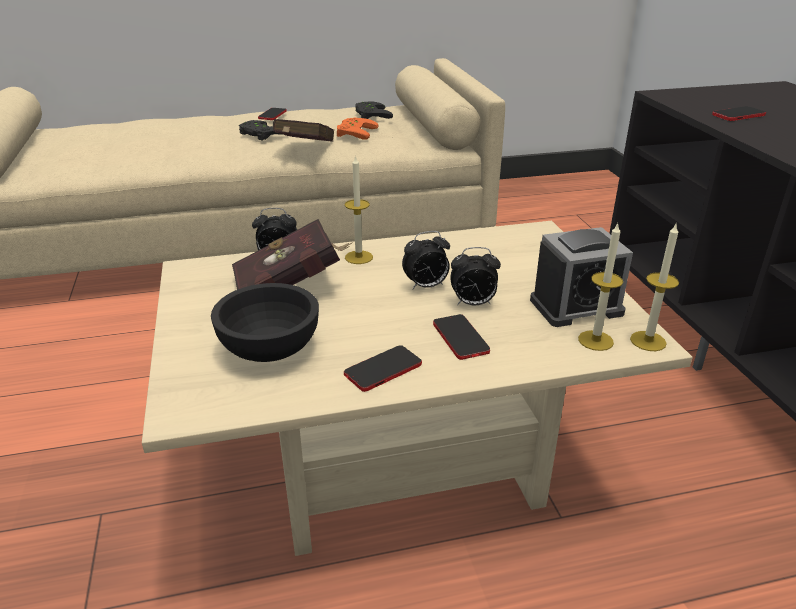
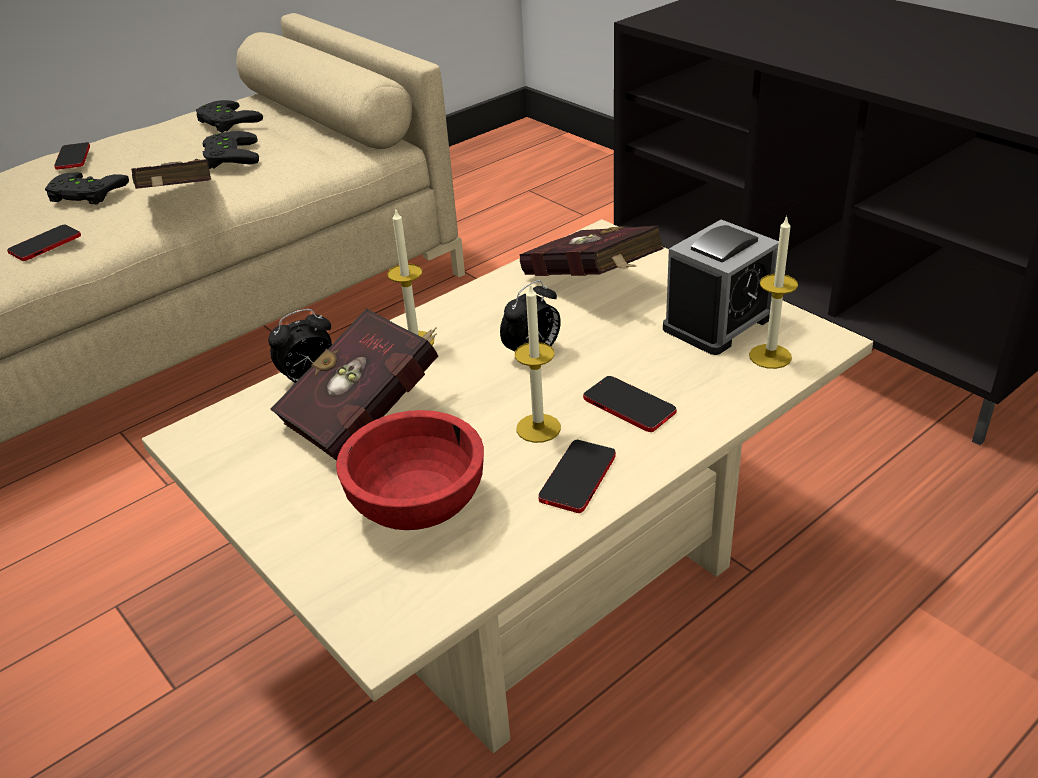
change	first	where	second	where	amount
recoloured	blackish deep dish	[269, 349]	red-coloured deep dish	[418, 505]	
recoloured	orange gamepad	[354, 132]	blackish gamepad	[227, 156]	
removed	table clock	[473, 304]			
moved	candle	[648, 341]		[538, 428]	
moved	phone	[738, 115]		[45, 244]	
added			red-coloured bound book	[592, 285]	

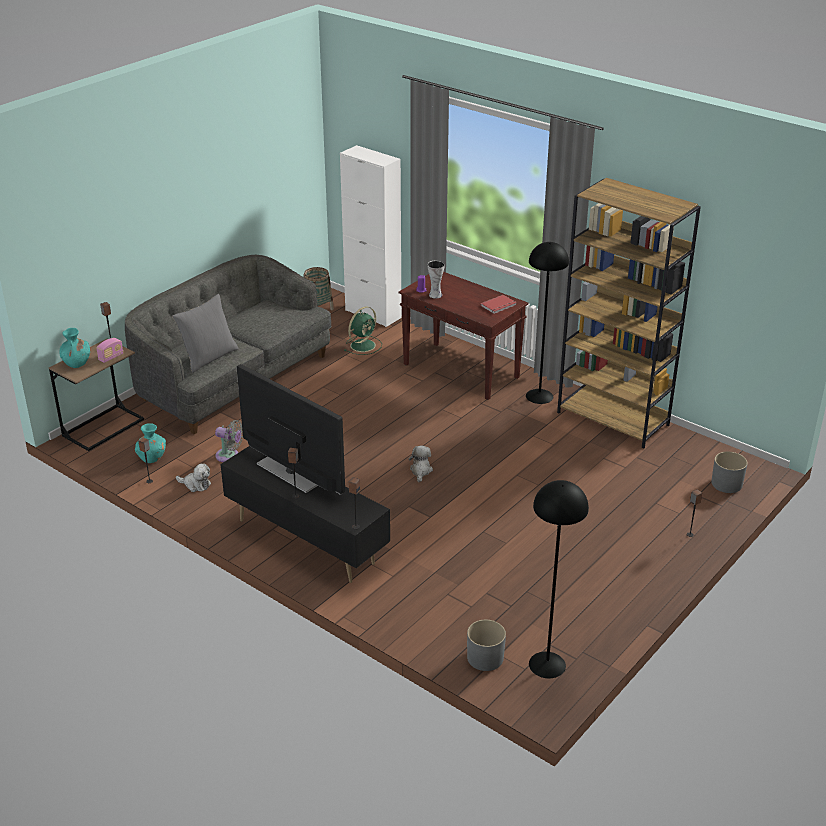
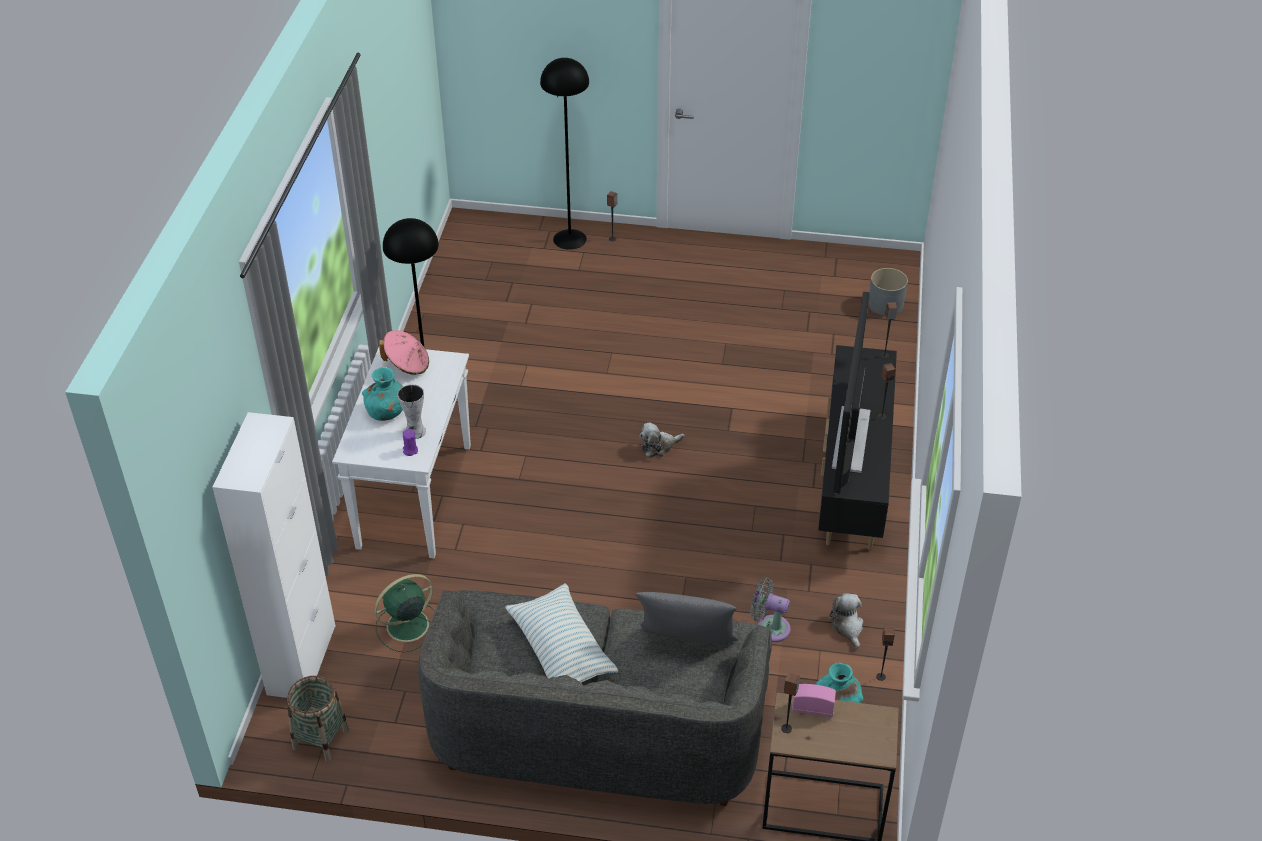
change	first	where	second	where	amount
moved	turquoise vase	[76, 363]		[387, 412]	
turned	gray cooling fan	[229, 456]		[769, 627]	60 degrees counterclockwise
turned	green-coloured cooling fan	[363, 345]		[406, 626]	45 degrees counterclockwise
recoloured	brownish narrow table	[462, 371]	white-coloured narrow table	[414, 495]	
replaced	red-coloured bound book	[499, 306]	pinkish clothing hat	[407, 365]	
moved	blackish standard lamp	[546, 664]		[569, 239]	
removed	brownish bookshelf	[613, 419]			
removed	gray planter	[726, 484]			
added			pillow	[561, 649]	

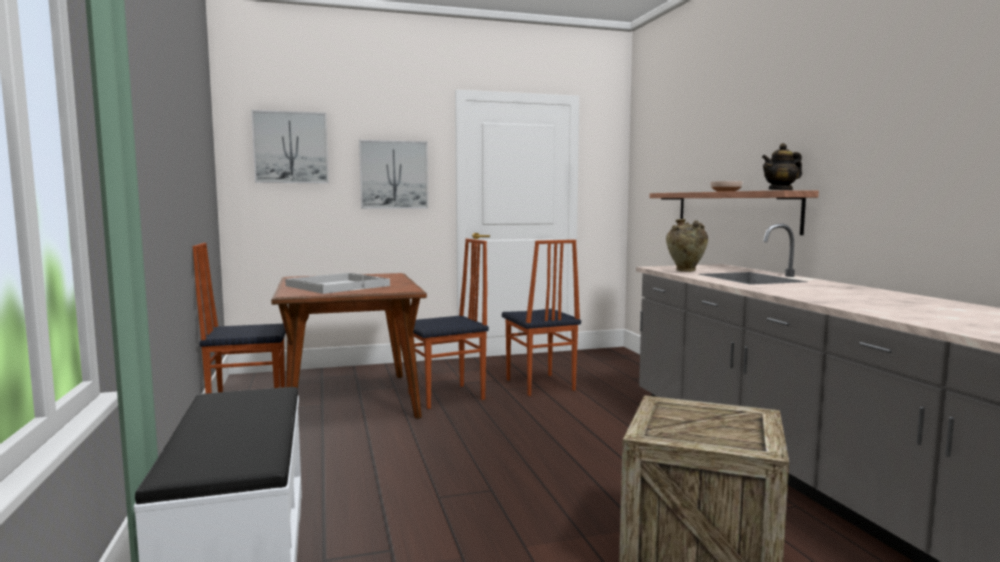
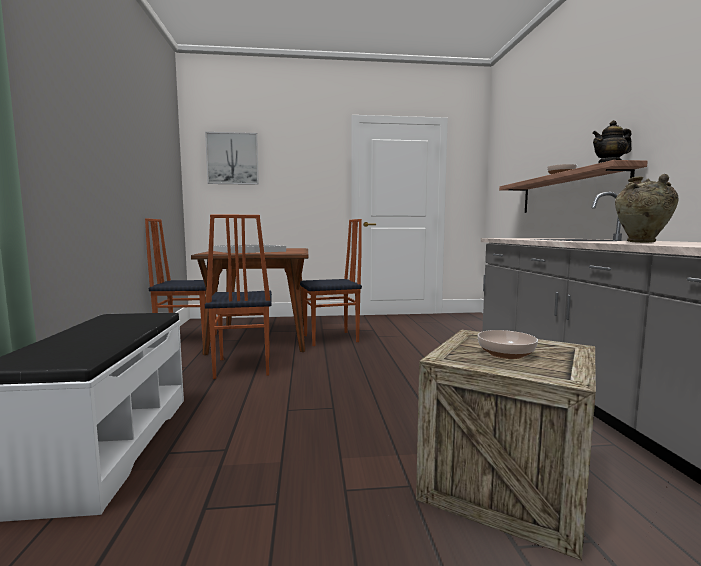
change	first	where	second	where	amount
removed	wall picture	[394, 175]			
moved	upright chair	[539, 385]		[242, 367]	
moved	beige-coloured vase	[685, 271]		[641, 242]	
added			deep dish	[506, 354]	

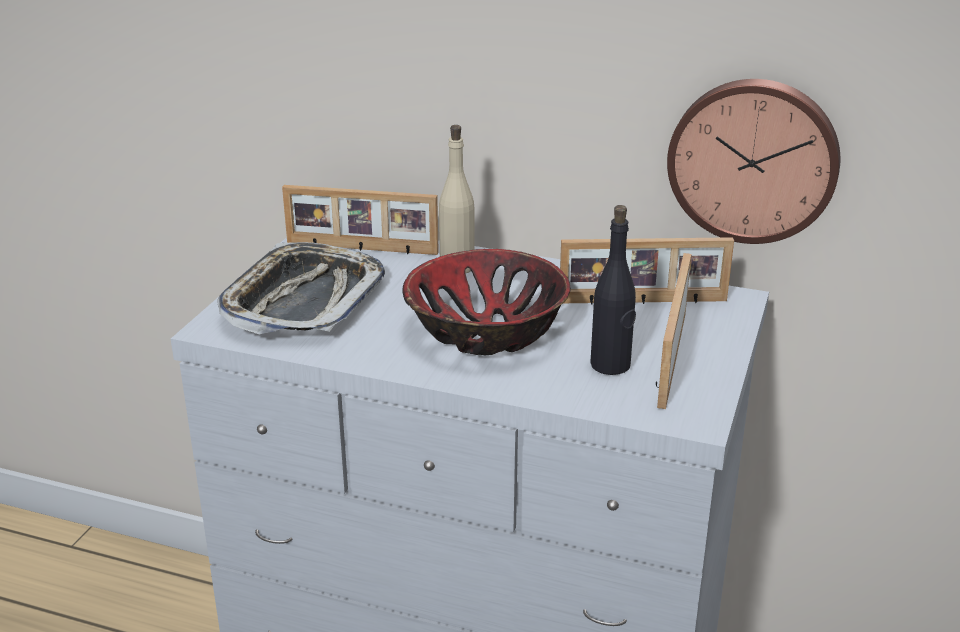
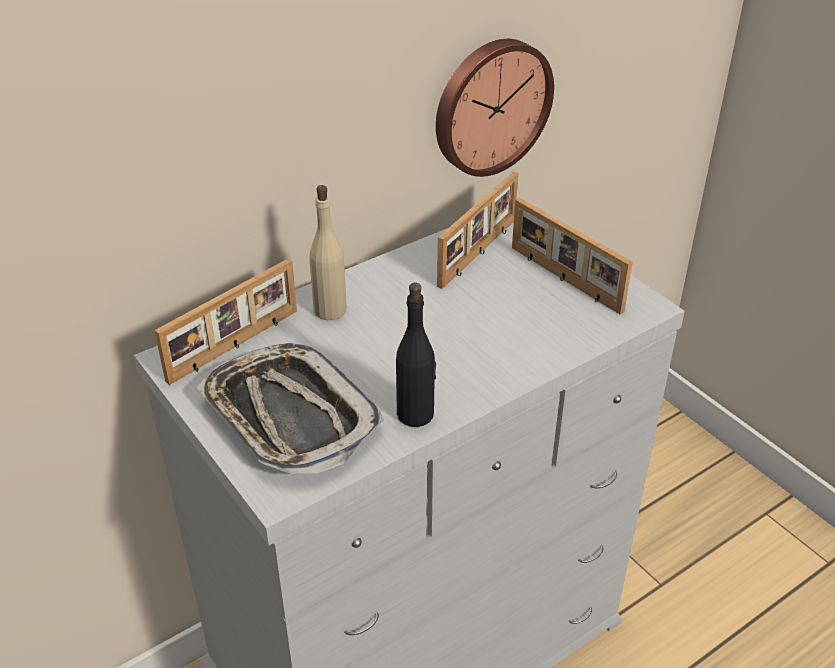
change	first	where	second	where	amount
removed	deep dish	[484, 330]			
moved	blackish bottle	[611, 365]		[416, 414]	

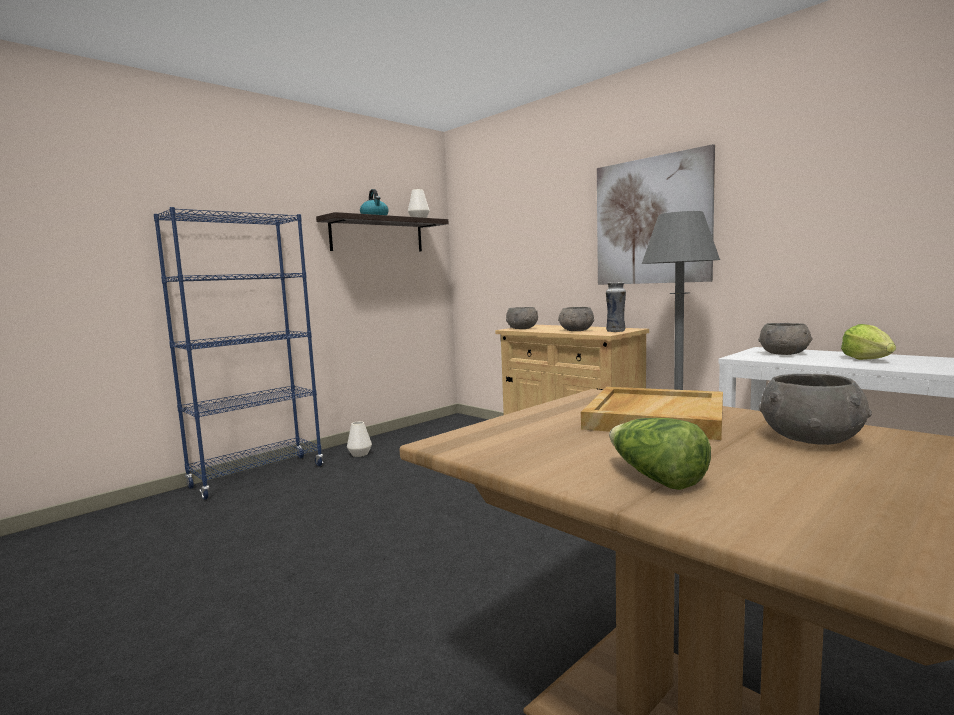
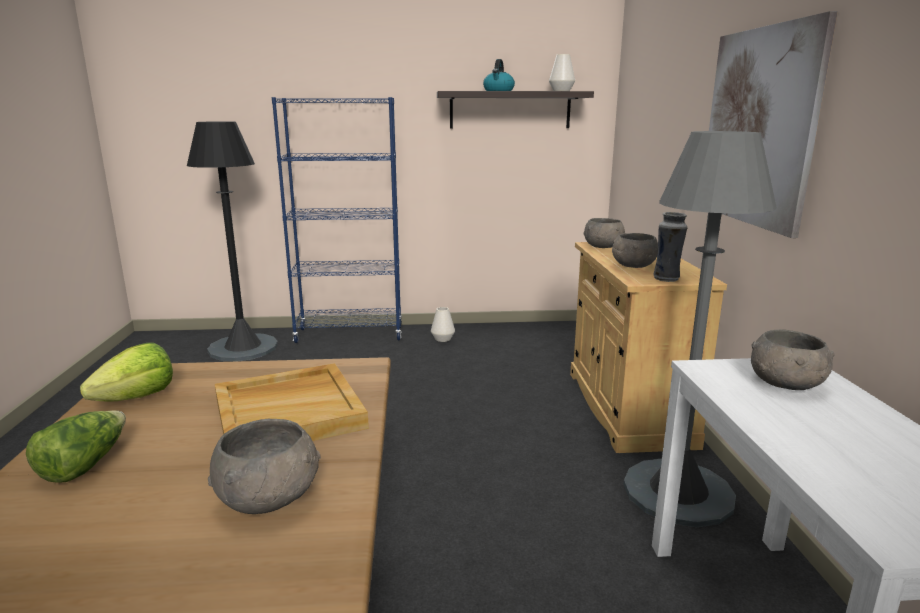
change	first	where	second	where	amount
moved	lettuce	[867, 359]		[137, 397]	
added			blackish standard lamp	[243, 348]	

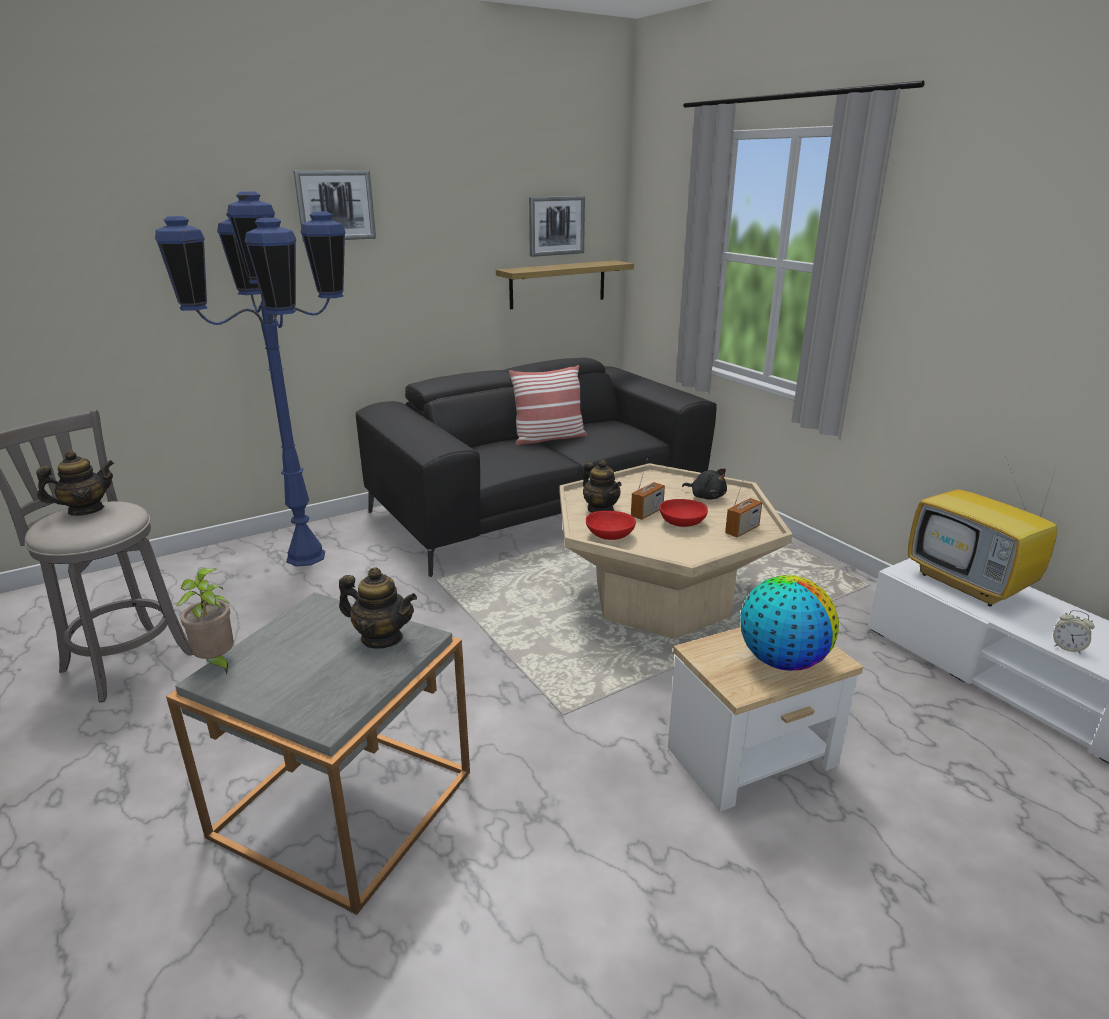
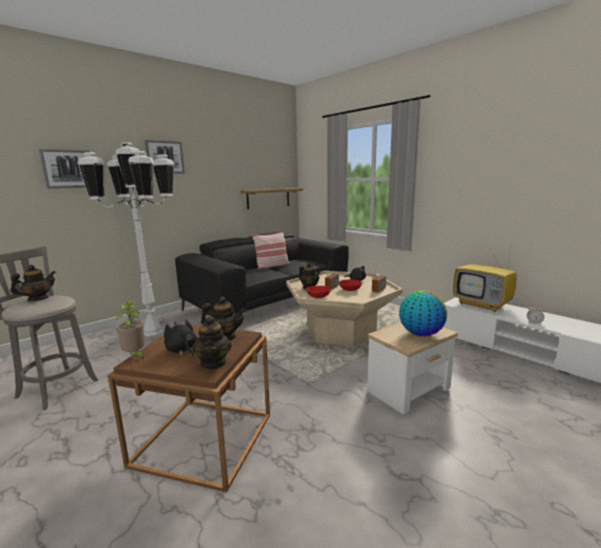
change	first	where	second	where	amount
recoloured	blue-coloured standard lamp	[306, 556]	white-coloured standard lamp	[152, 331]	
recoloured	gray accent table	[344, 803]	brownish accent table	[204, 439]	
moved	wall picture	[556, 226]		[68, 169]	
added			blackish cuddly toy	[182, 350]	
added			teapot	[214, 363]	

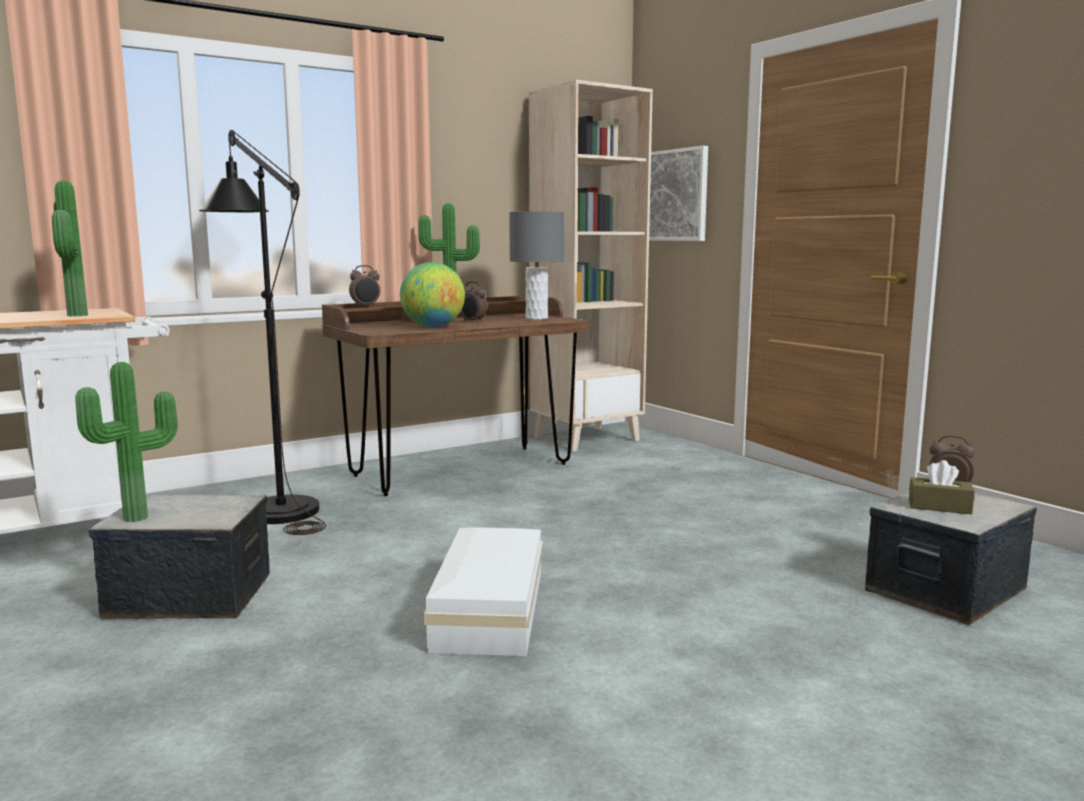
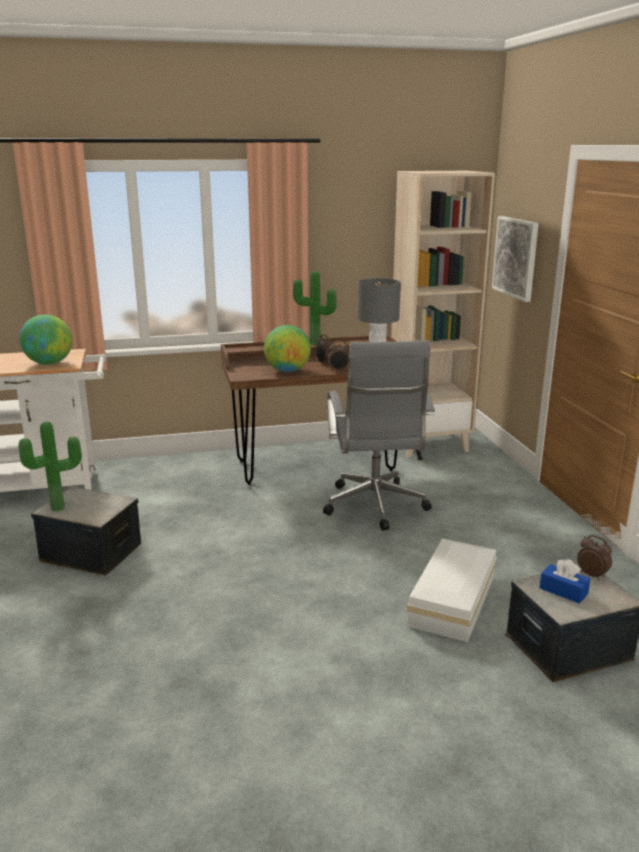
change	first	where	second	where	amount
replaced	potted plant	[73, 315]	desk globe	[49, 363]	
removed	blackish standard lamp	[273, 506]			
moved	table clock	[365, 306]		[338, 370]	
moved	white-coloured storage box	[492, 608]		[455, 600]	
recoloured	brownish box of tissues	[939, 507]	blue-coloured box of tissues	[563, 591]	
added			gray office chair	[375, 507]	

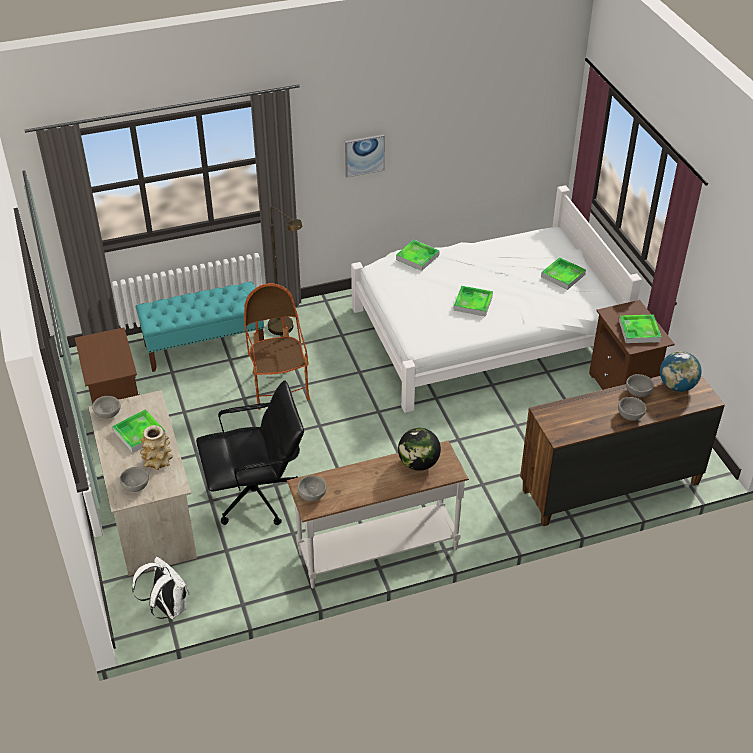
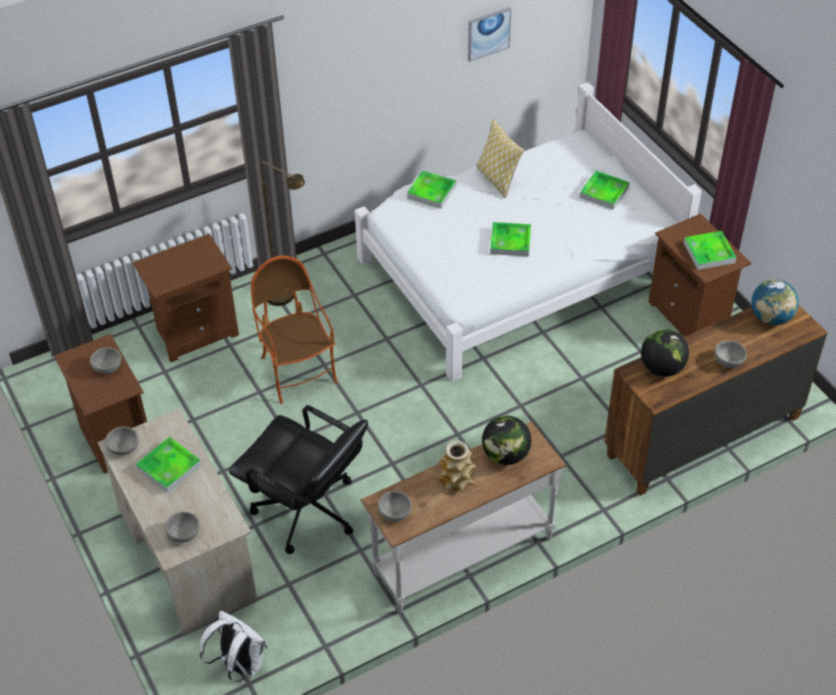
change	first	where	second	where	amount
replaced	turquoise bench	[205, 346]	brownish nightstand	[195, 332]	
moved	vase	[158, 461]		[456, 480]	
turned	blackish office chair	[256, 496]		[306, 512]	60 degrees clockwise
moved	wall picture	[364, 155]		[488, 33]	
moved	gray deep dish	[638, 392]		[107, 368]	
added			pillow	[497, 179]	
added			desk globe	[662, 368]	

